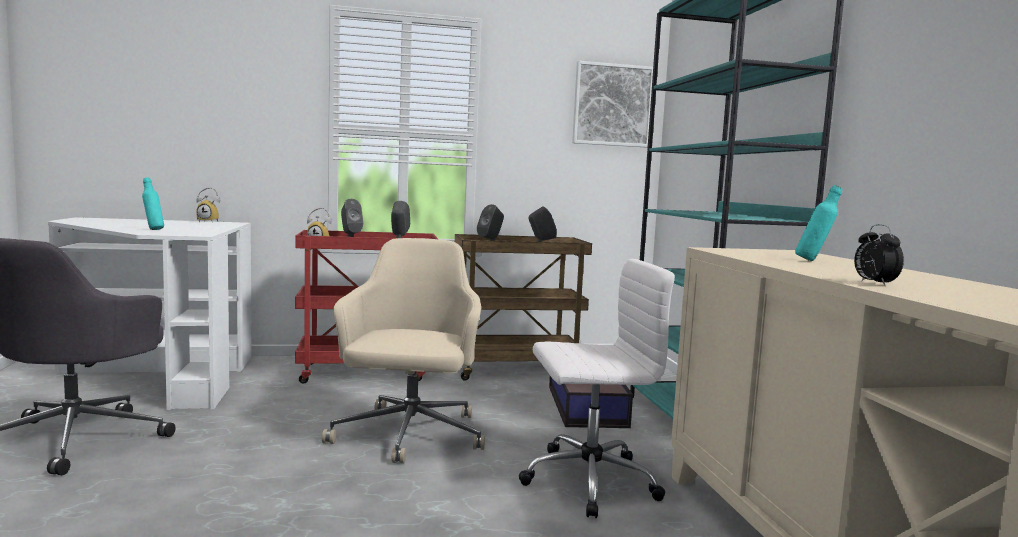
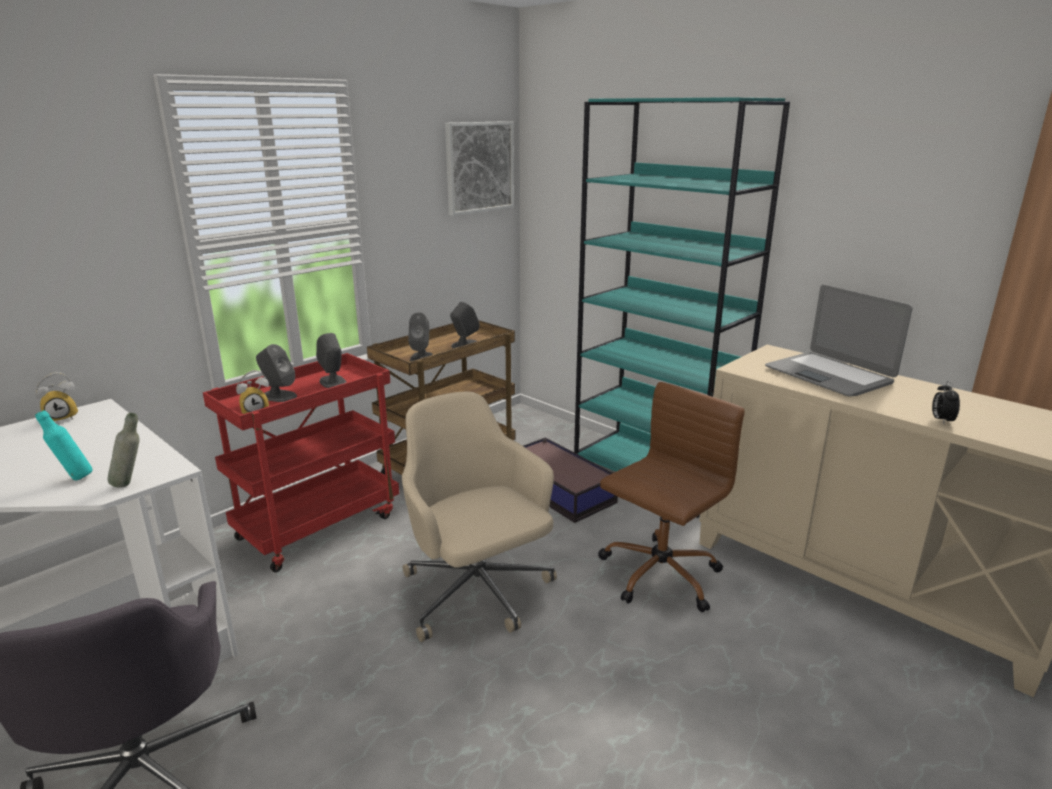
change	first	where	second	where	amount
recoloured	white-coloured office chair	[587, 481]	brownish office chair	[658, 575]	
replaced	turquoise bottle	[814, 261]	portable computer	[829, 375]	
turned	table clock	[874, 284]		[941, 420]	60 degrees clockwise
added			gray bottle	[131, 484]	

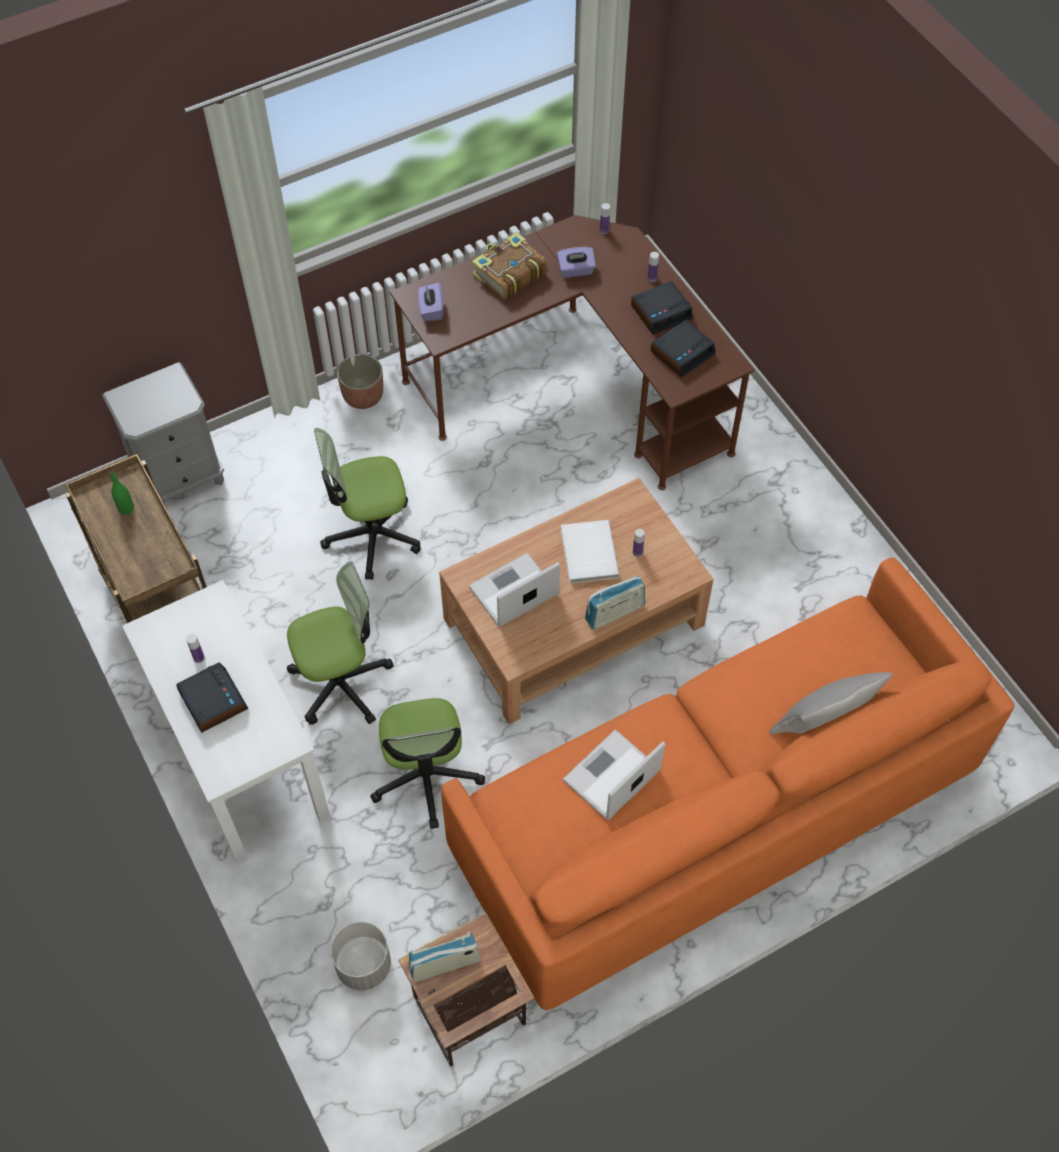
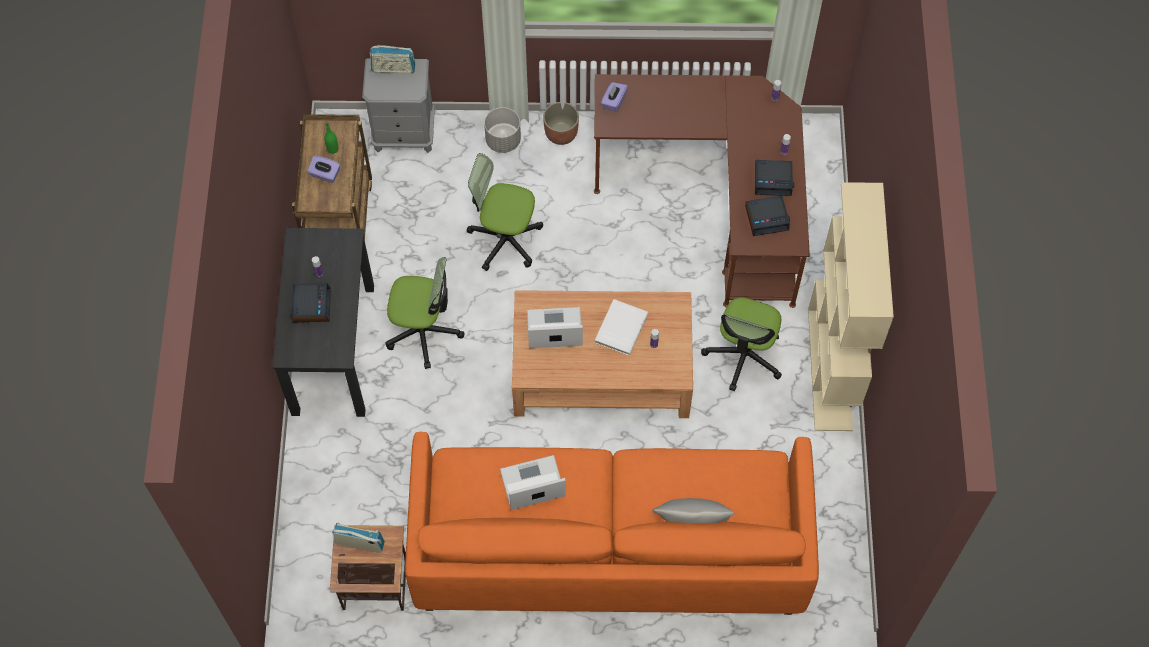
change	first	where	second	where	amount
recoloured	white-coloured desk unit	[242, 757]	blackish desk unit	[333, 348]	
moved	gray planter	[363, 966]		[503, 140]	
moved	office chair	[426, 777]		[743, 356]	
removed	bound book	[508, 274]			
moved	purple-coloured box of tissues	[576, 270]		[325, 174]	
moved	radio set	[614, 612]		[393, 68]	
added			beige-coloured bookshelf	[830, 369]	

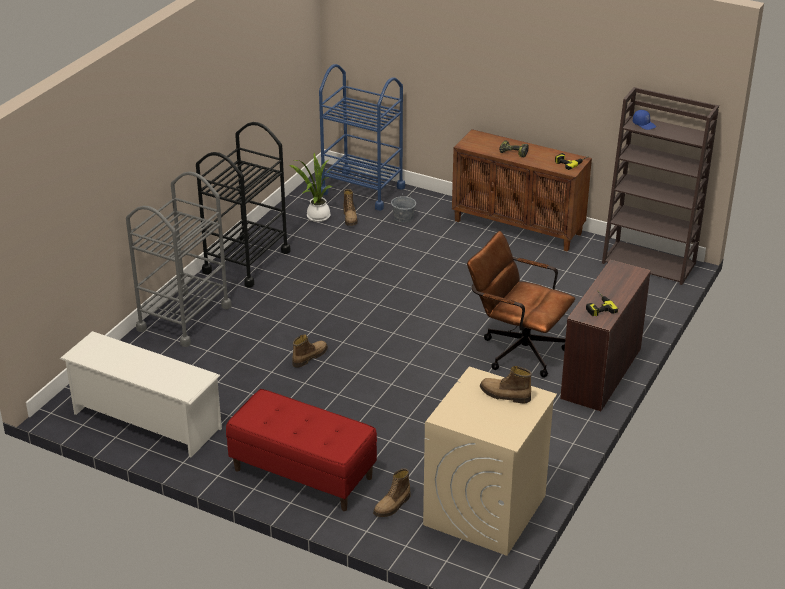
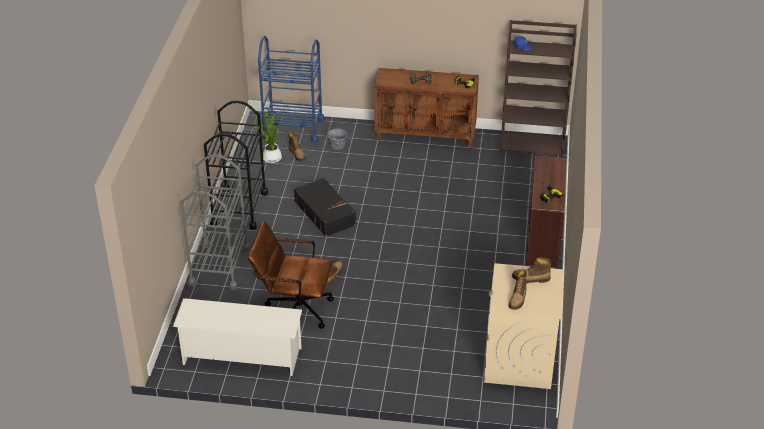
change	first	where	second	where	amount
removed	red-coloured bench	[302, 474]			
moved	boot	[393, 505]		[518, 299]	
moved	brownish office chair	[517, 349]		[293, 309]	
added			blackish suitcase	[325, 213]	

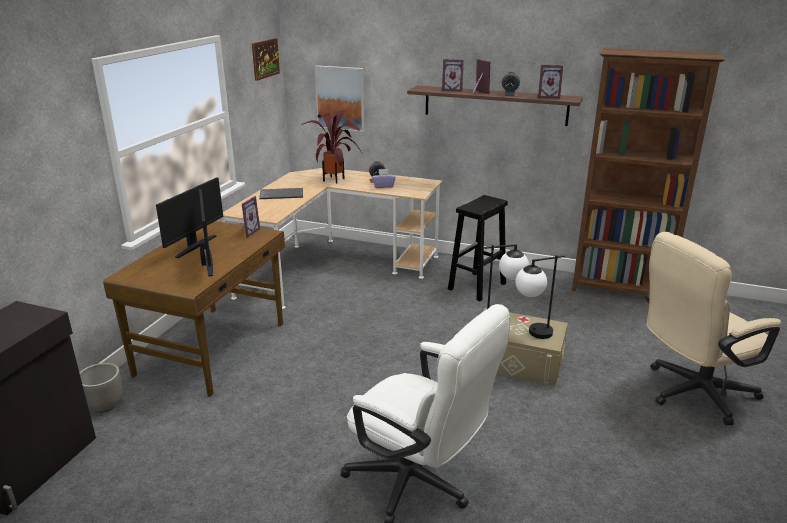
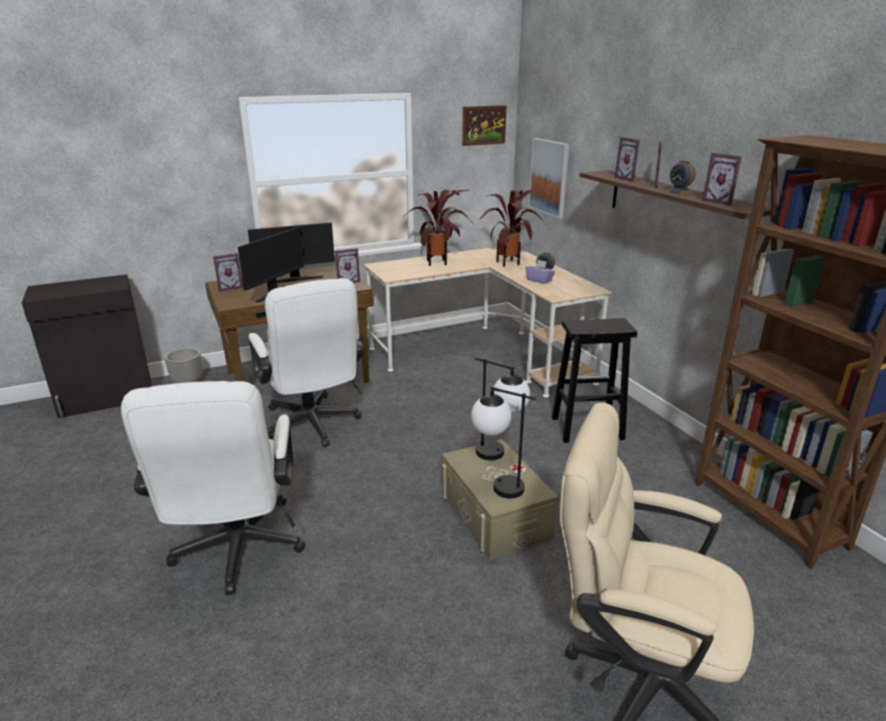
change	first	where	second	where	amount
replaced	computer keyboard	[282, 194]	potted plant	[439, 263]	
added			standing frame	[229, 287]	
added			white-coloured office chair	[313, 427]	

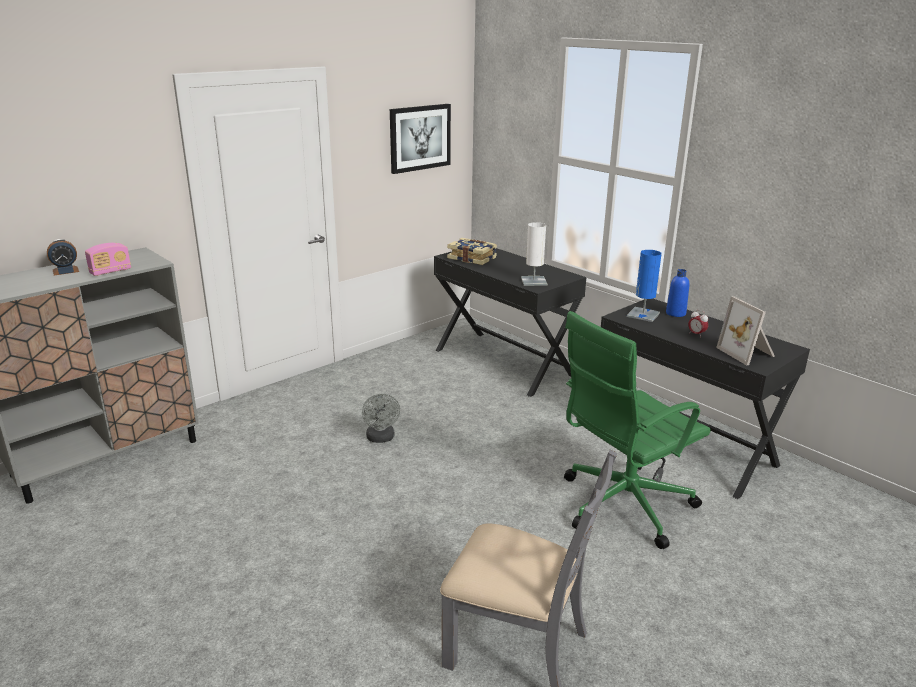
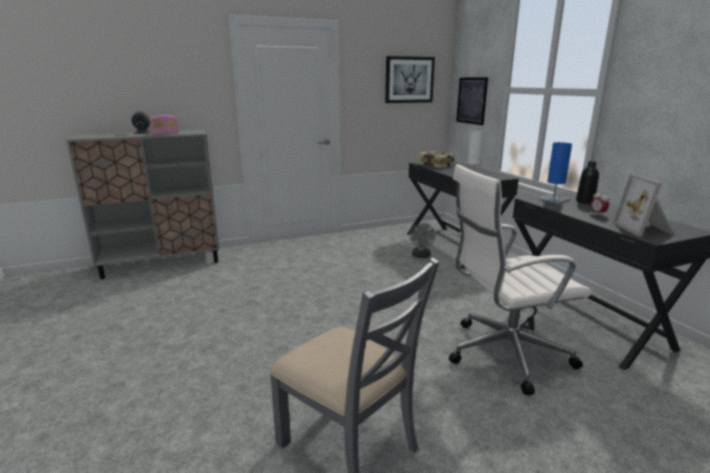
change	first	where	second	where	amount
moved	gray cooling fan	[381, 438]		[421, 256]	
recoloured	green-coloured office chair	[622, 505]	white-coloured office chair	[504, 353]	
recoloured	blue-coloured bottle	[675, 313]	blackish bottle	[585, 201]	
added			wall picture	[471, 100]	

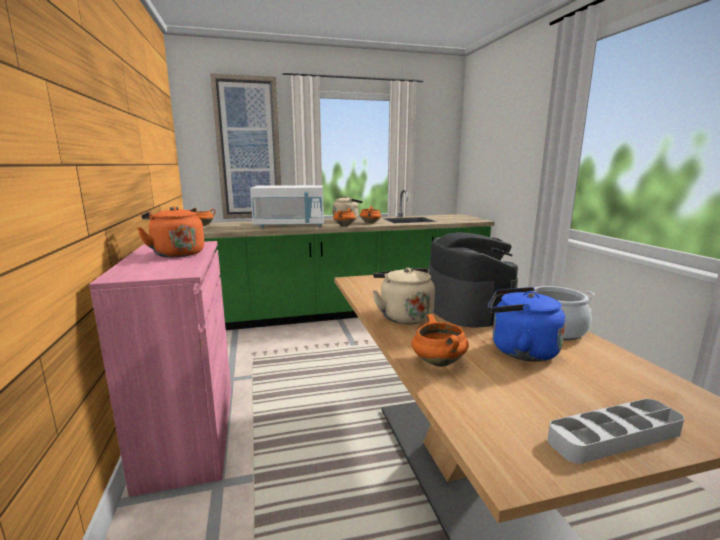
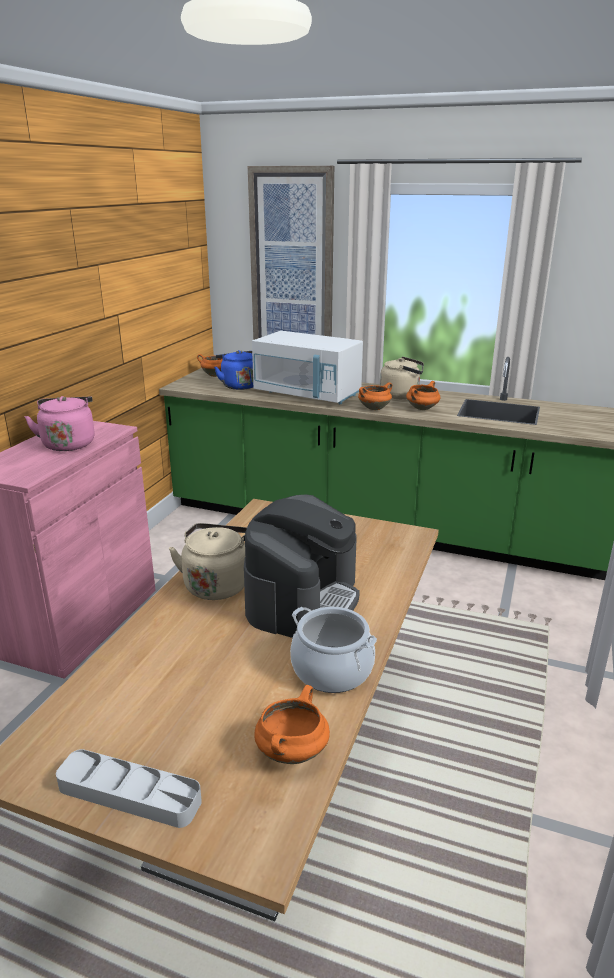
change	first	where	second	where	amount
recoloured	orange tea kettle	[177, 253]	pinkish tea kettle	[69, 443]	
moved	orange saucepot	[437, 362]		[292, 751]	
moved	blue-coloured tea kettle	[519, 350]		[238, 385]	

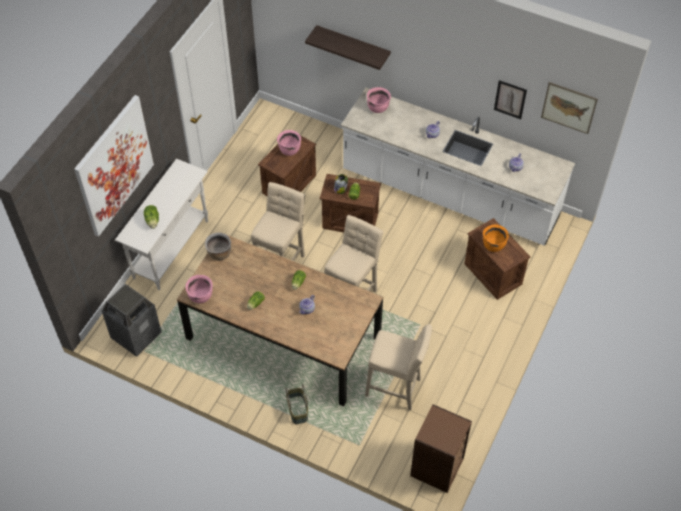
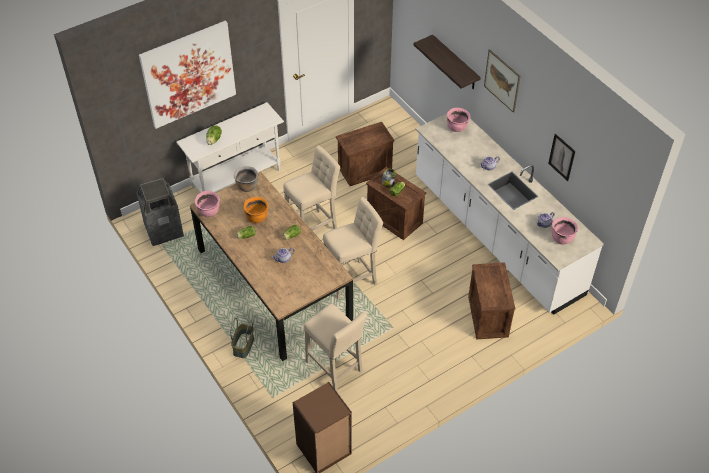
change	first	where	second	where	amount
moved	pinkish saucepot	[289, 150]		[562, 238]	
moved	orange saucepot	[493, 245]		[257, 217]	
moved	wall picture	[569, 107]		[502, 81]	

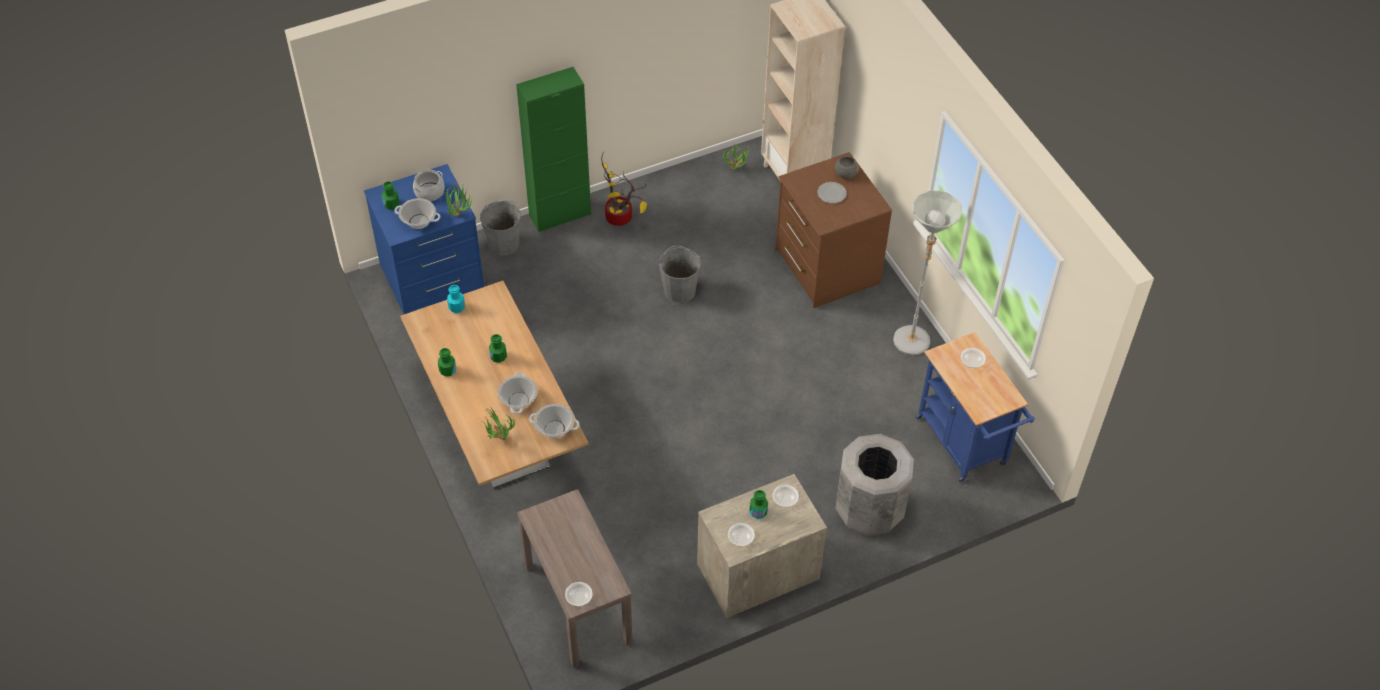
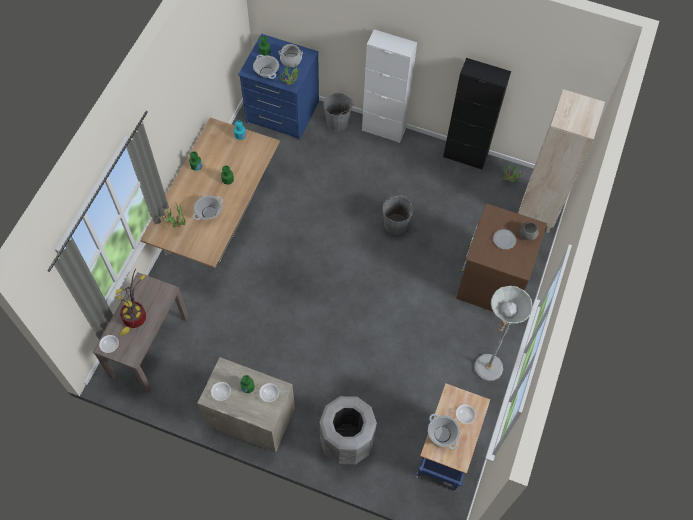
change	first	where	second	where	amount
recoloured	green-coloured cabinet	[560, 215]	white-coloured cabinet	[383, 130]	
moved	saucepot	[554, 429]		[442, 434]	
moved	potted plant	[621, 217]		[136, 319]	
added			blackish cabinet	[465, 156]	

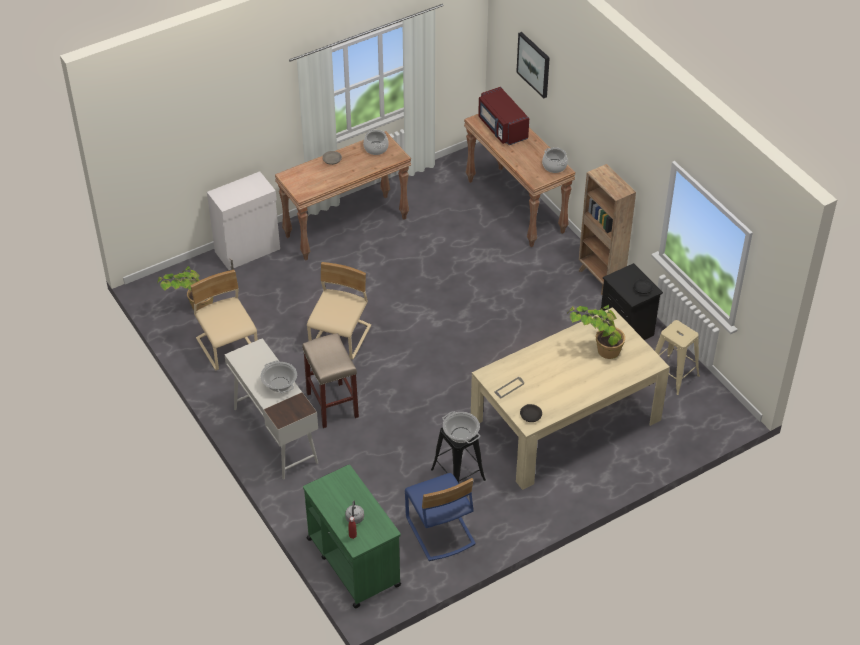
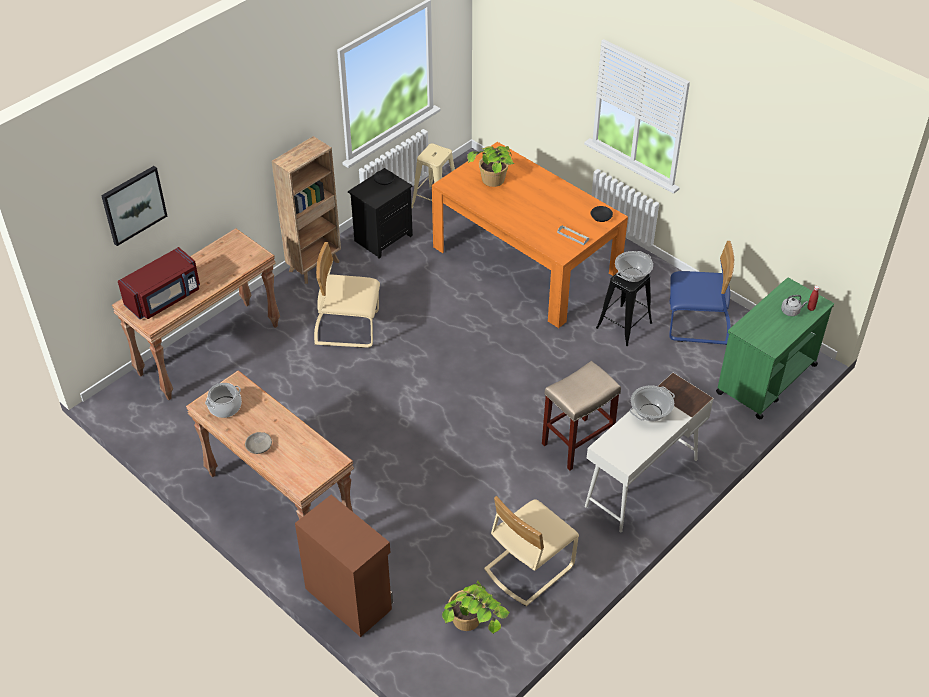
change	first	where	second	where	amount
recoloured	white-coloured cabinet	[248, 251]	brownish cabinet	[349, 597]	
moved	beige-coloured upright chair	[341, 338]		[347, 328]	
turned	blue-coloured upright chair	[439, 531]		[697, 325]	45 degrees clockwise
recoloured	beige-coloured dining table	[565, 423]	orange dining table	[525, 262]	
removed	saucepot	[554, 166]			

